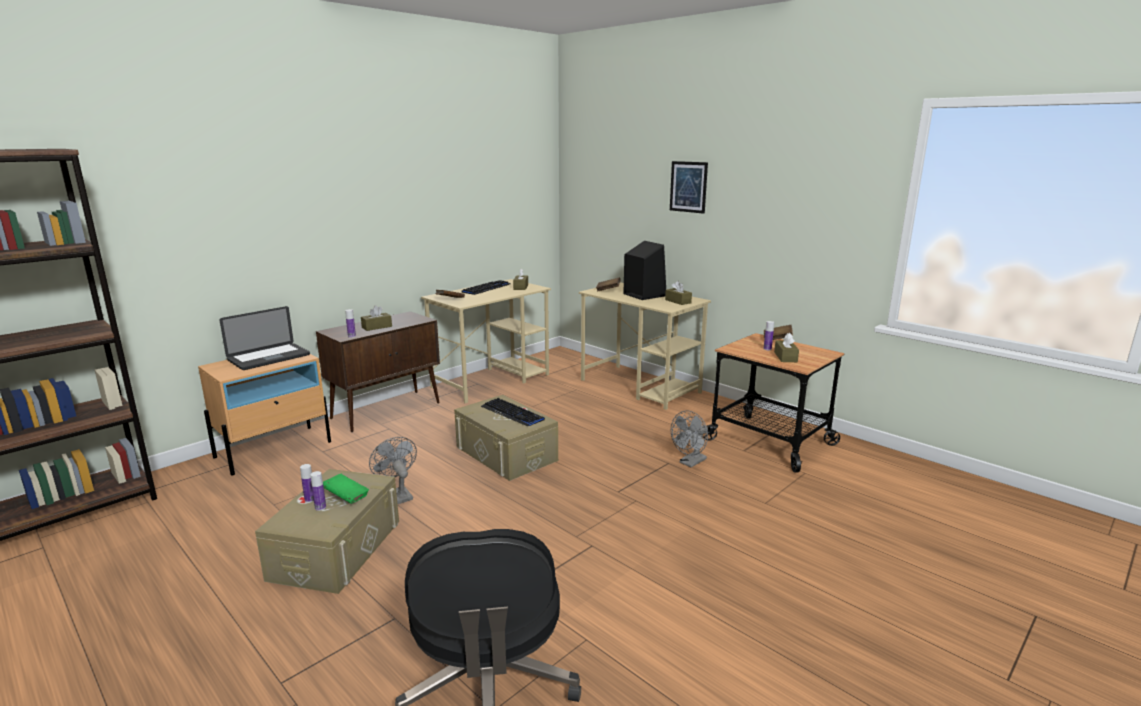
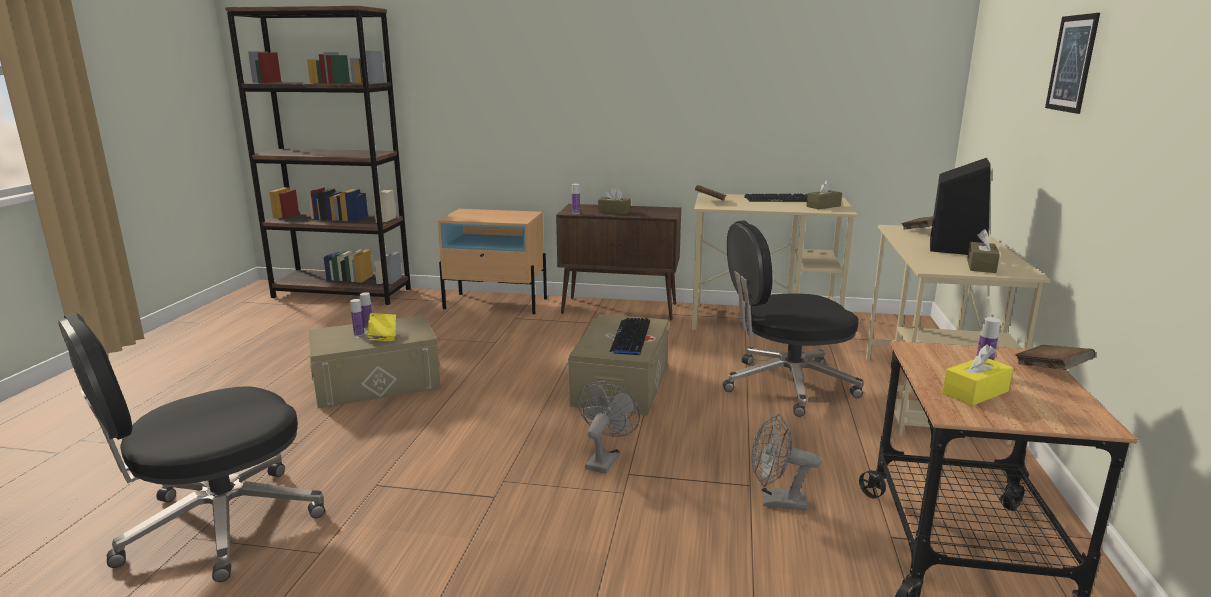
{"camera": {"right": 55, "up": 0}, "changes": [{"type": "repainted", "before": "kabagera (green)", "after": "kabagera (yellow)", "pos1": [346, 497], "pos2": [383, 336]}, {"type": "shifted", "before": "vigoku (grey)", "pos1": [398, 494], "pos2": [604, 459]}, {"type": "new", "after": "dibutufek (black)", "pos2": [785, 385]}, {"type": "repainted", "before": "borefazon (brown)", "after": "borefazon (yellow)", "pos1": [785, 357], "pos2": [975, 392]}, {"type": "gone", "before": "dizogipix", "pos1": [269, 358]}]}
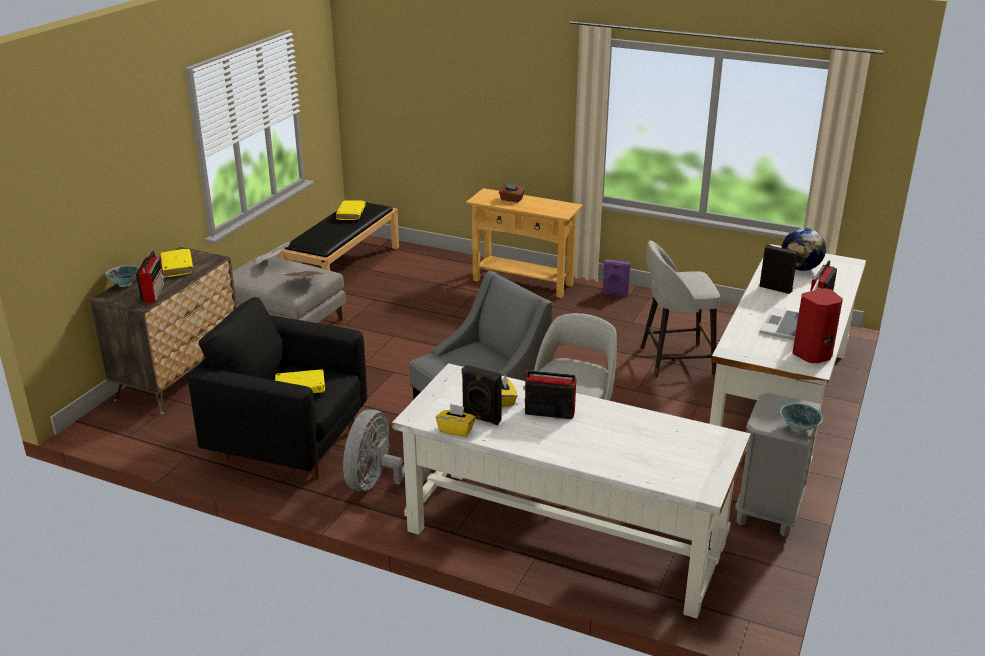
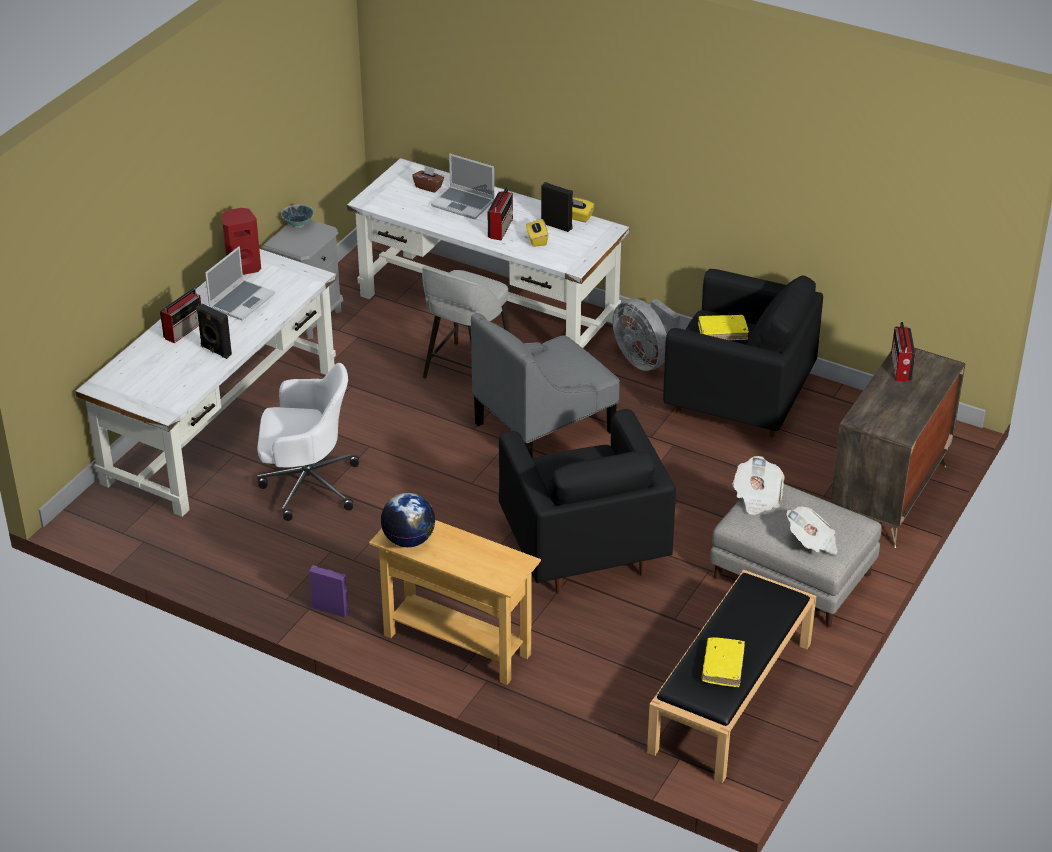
{"camera": {"right": -175, "up": 10}, "changes": [{"type": "swapped", "before": "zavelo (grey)", "after": "dibutufek (white)", "pos1": [674, 361], "pos2": [307, 485]}, {"type": "shifted", "before": "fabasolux", "pos1": [800, 268], "pos2": [409, 540]}, {"type": "shifted", "before": "borefazon (brown)", "pos1": [511, 199], "pos2": [428, 187]}, {"type": "new", "after": "dizogipix", "pos2": [464, 204]}, {"type": "rotated", "before": "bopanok", "pos1": [548, 412], "pos2": [501, 228], "turn": -90}, {"type": "new", "after": "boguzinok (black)", "pos2": [583, 548]}, {"type": "rotated", "before": "vigoku (grey)", "pos1": [380, 483], "pos2": [644, 359], "turn": 120}, {"type": "gone", "before": "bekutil", "pos1": [125, 284]}, {"type": "gone", "before": "kabagera (yellow)", "pos1": [177, 267]}]}
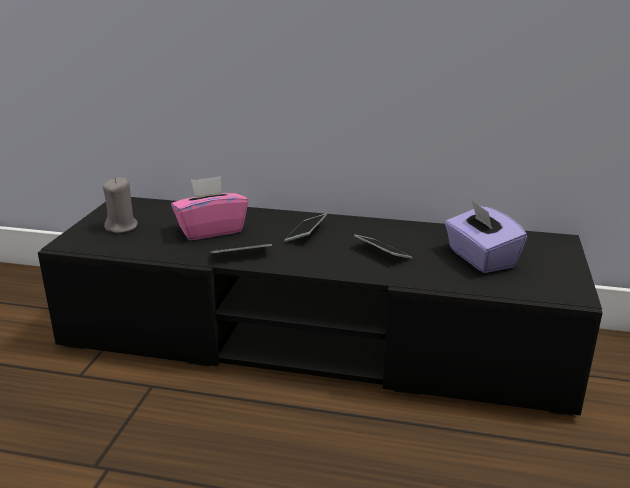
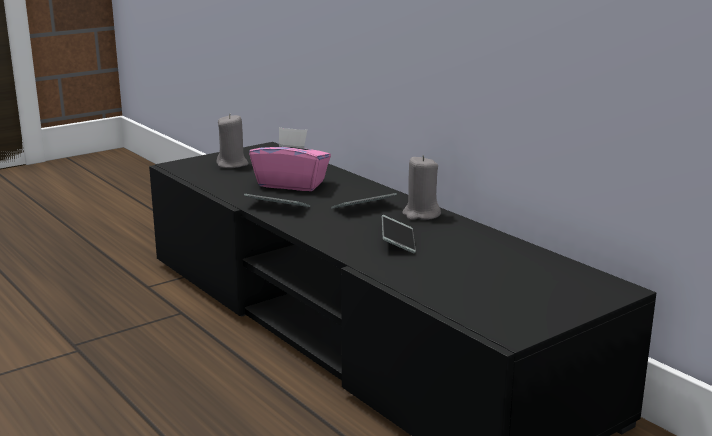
{"camera": {"right": 40, "up": -5}, "changes": [{"type": "new", "after": "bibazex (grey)", "pos2": [421, 214]}, {"type": "gone", "before": "borefazon (purple)", "pos1": [480, 258]}]}
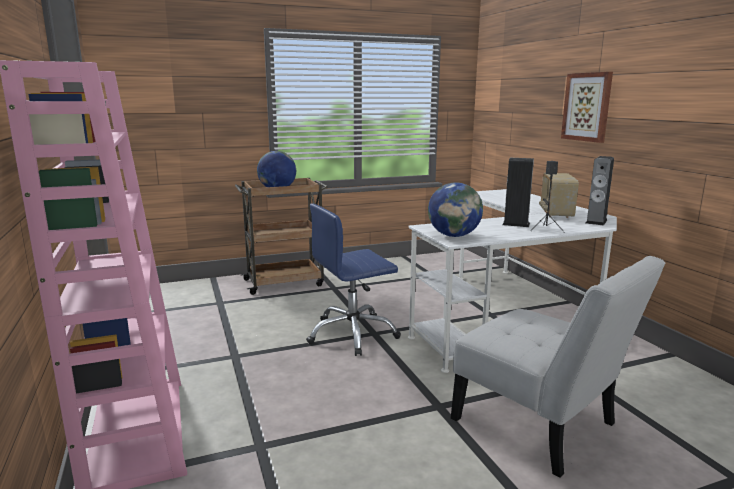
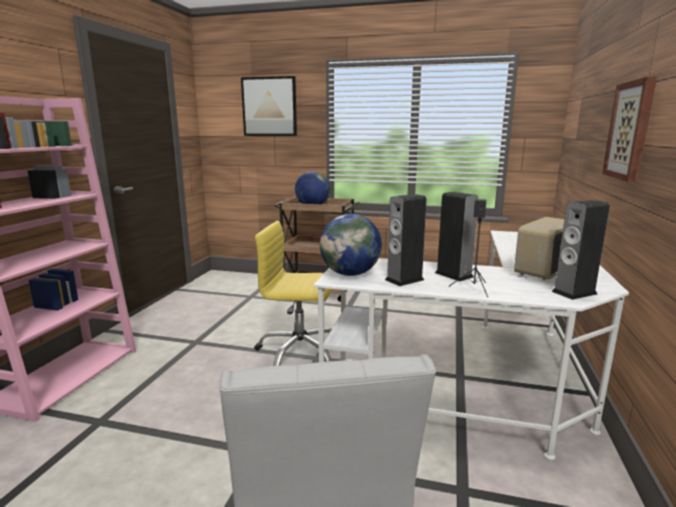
{"camera": {"right": 35, "up": 0}, "changes": [{"type": "new", "after": "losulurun", "pos2": [269, 106]}, {"type": "repainted", "before": "dibutufek (blue)", "after": "dibutufek (yellow)", "pos1": [352, 334], "pos2": [299, 353]}, {"type": "new", "after": "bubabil", "pos2": [404, 280]}]}
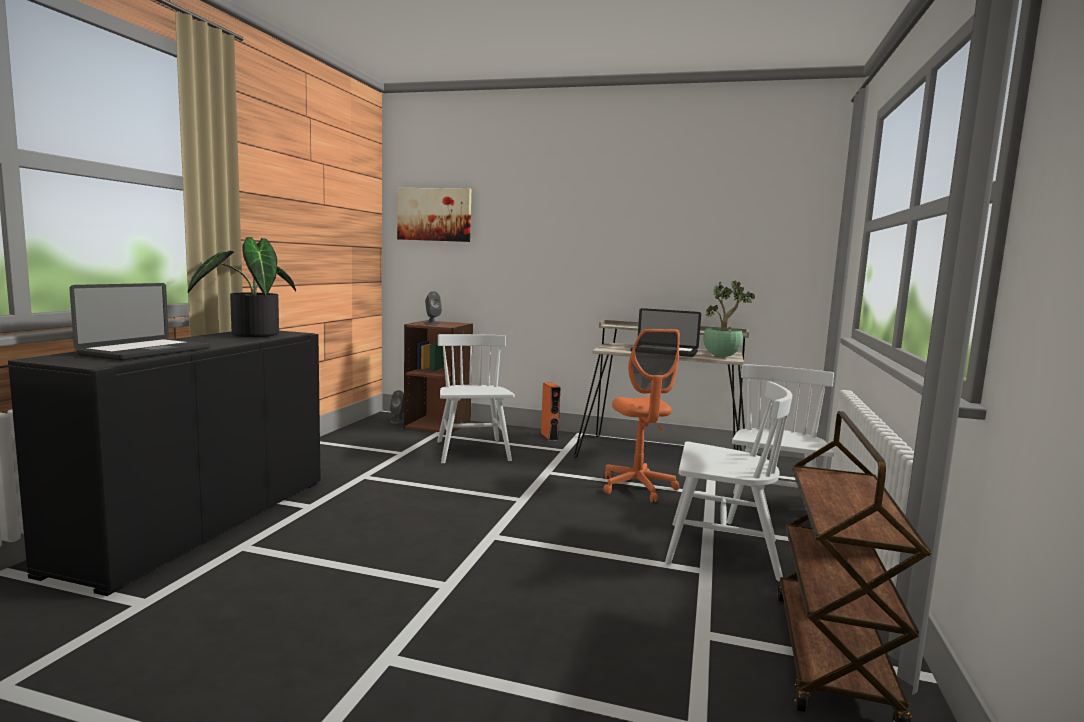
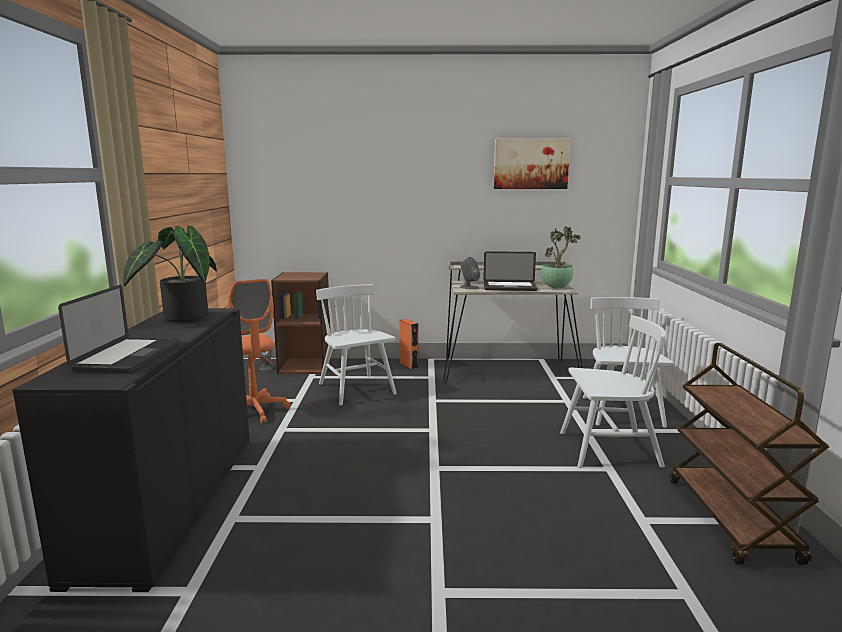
{"camera": {"right": -15, "up": 5}, "changes": [{"type": "shifted", "before": "dibutufek (orange)", "pos1": [637, 487], "pos2": [255, 411]}, {"type": "shifted", "before": "bubabil (grey)", "pos1": [432, 324], "pos2": [469, 287]}, {"type": "shifted", "before": "losulurun", "pos1": [434, 214], "pos2": [531, 164]}]}
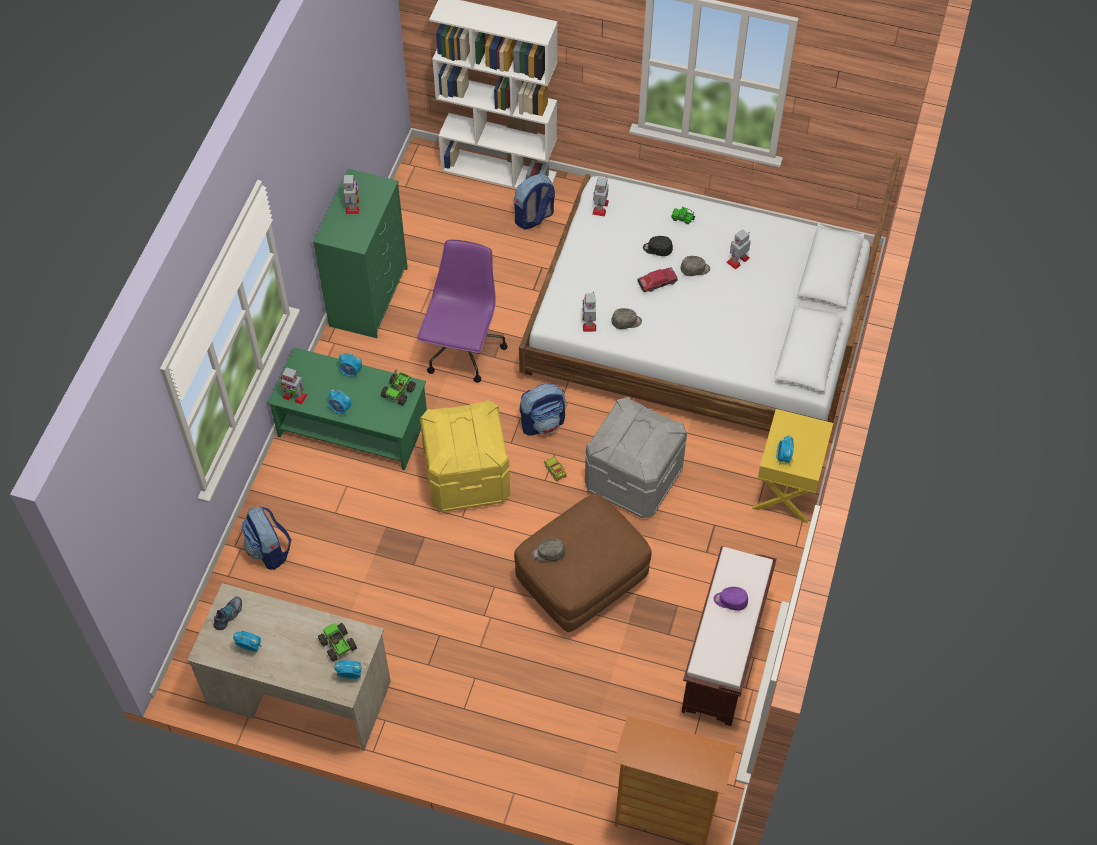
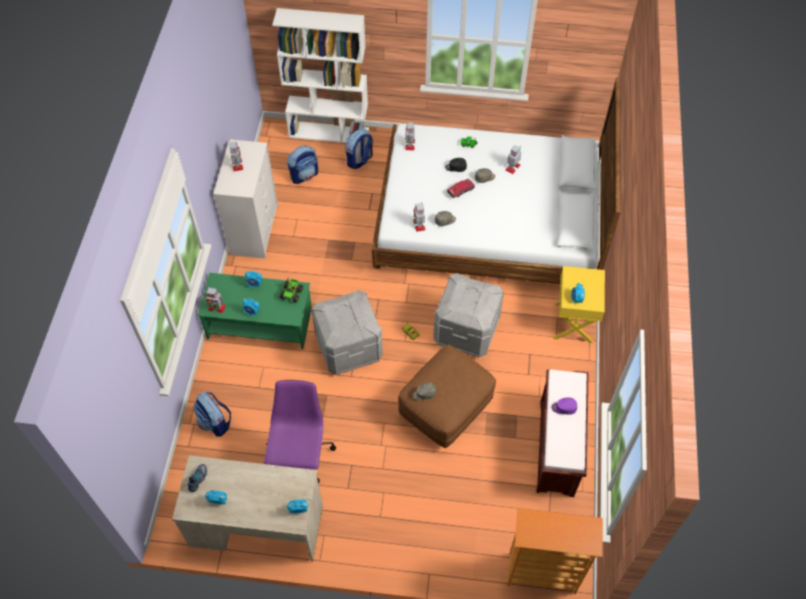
{"camera": {"right": -10, "up": 0}, "changes": [{"type": "repainted", "before": "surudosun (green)", "after": "surudosun (white)", "pos1": [368, 296], "pos2": [254, 230]}, {"type": "shifted", "before": "dibutufek (purple)", "pos1": [462, 351], "pos2": [300, 457]}, {"type": "shifted", "before": "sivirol", "pos1": [543, 423], "pos2": [304, 175]}, {"type": "repainted", "before": "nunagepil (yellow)", "after": "nunagepil (grey)", "pos1": [466, 477], "pos2": [348, 347]}, {"type": "gone", "before": "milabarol", "pos1": [338, 645]}]}
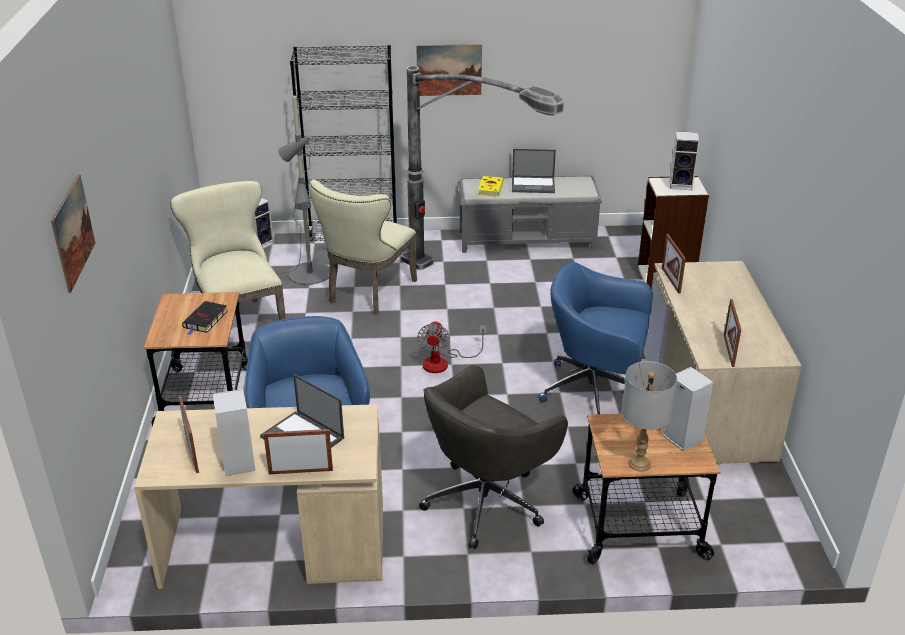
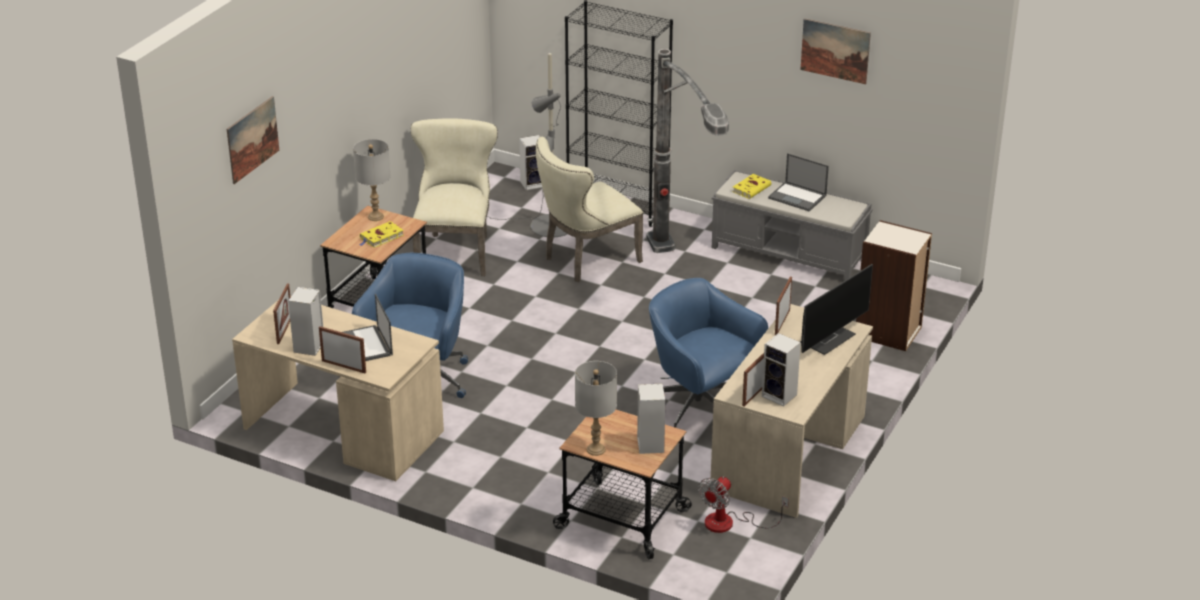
{"camera": {"right": 30, "up": 0}, "changes": [{"type": "new", "after": "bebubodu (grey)", "pos2": [376, 216]}, {"type": "repainted", "before": "kabagera (black)", "after": "kabagera (yellow)", "pos1": [205, 320], "pos2": [381, 237]}, {"type": "shifted", "before": "vigoku", "pos1": [443, 362], "pos2": [729, 523]}, {"type": "shifted", "before": "bubabil", "pos1": [681, 185], "pos2": [780, 396]}, {"type": "shifted", "before": "losulurun", "pos1": [449, 70], "pos2": [835, 51]}, {"type": "new", "after": "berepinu", "pos2": [828, 339]}, {"type": "gone", "before": "dibutufek (grey)", "pos1": [487, 501]}]}
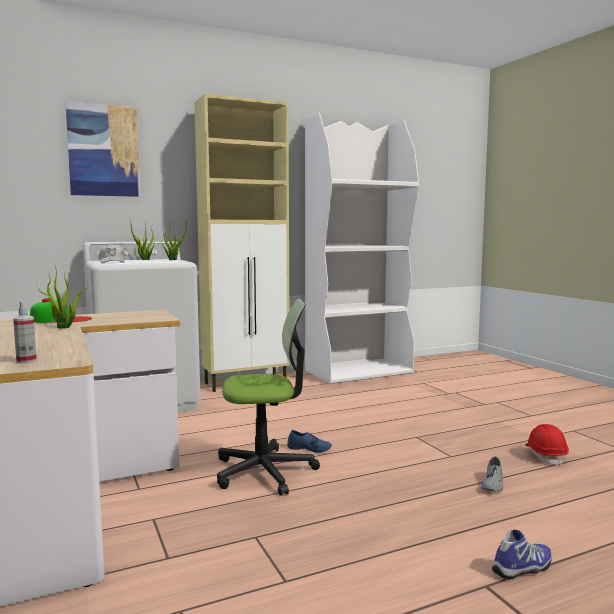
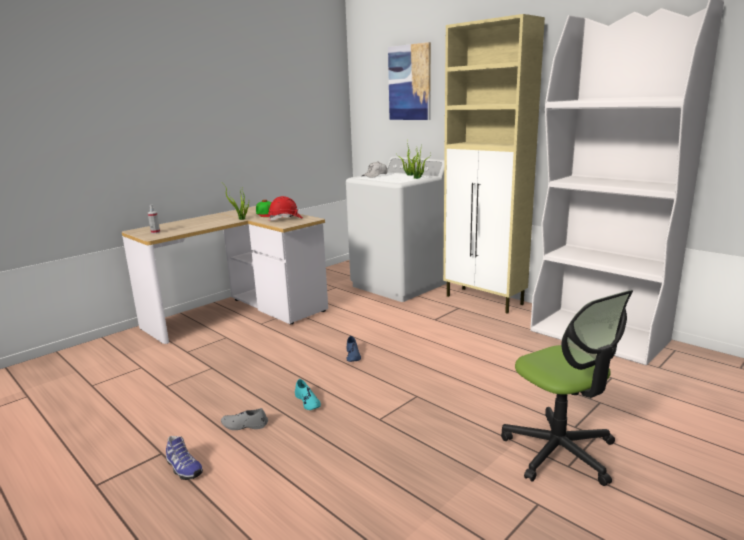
{"camera": {"right": 70, "up": 10}, "changes": [{"type": "shifted", "before": "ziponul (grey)", "pos1": [493, 484], "pos2": [244, 425]}, {"type": "shifted", "before": "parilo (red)", "pos1": [545, 456], "pos2": [285, 219]}, {"type": "new", "after": "ziponul (turquoise)", "pos2": [308, 401]}, {"type": "shifted", "before": "dibutufek", "pos1": [265, 471], "pos2": [559, 451]}]}
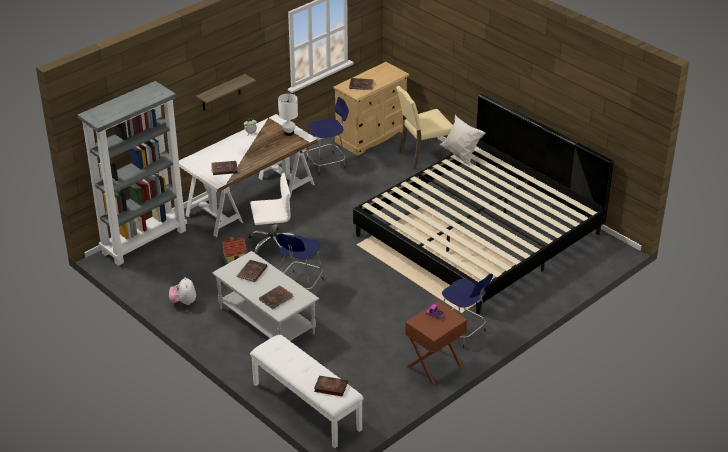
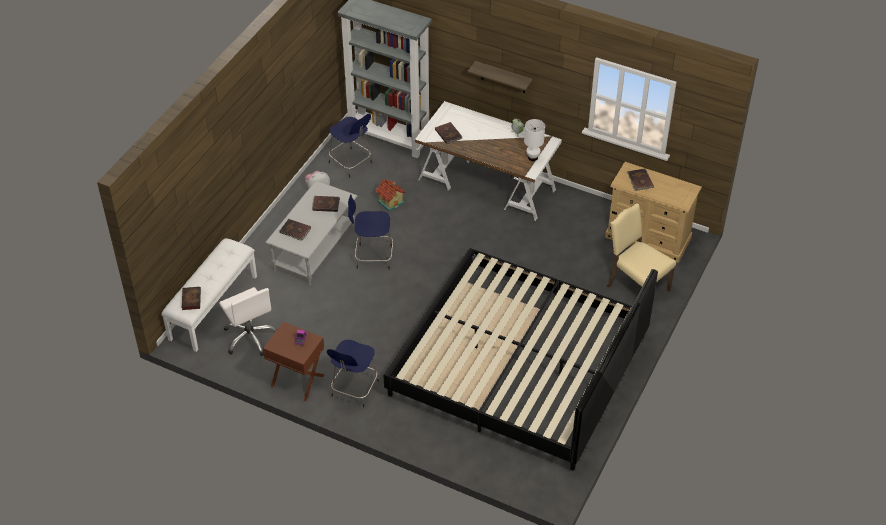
{"camera": {"right": 70, "up": 10}, "changes": [{"type": "shifted", "before": "dibutufek (white)", "pos1": [273, 244], "pos2": [250, 337]}, {"type": "shifted", "before": "zavelo (blue)", "pos1": [327, 164], "pos2": [351, 163]}, {"type": "gone", "before": "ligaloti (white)", "pos1": [460, 156]}]}
